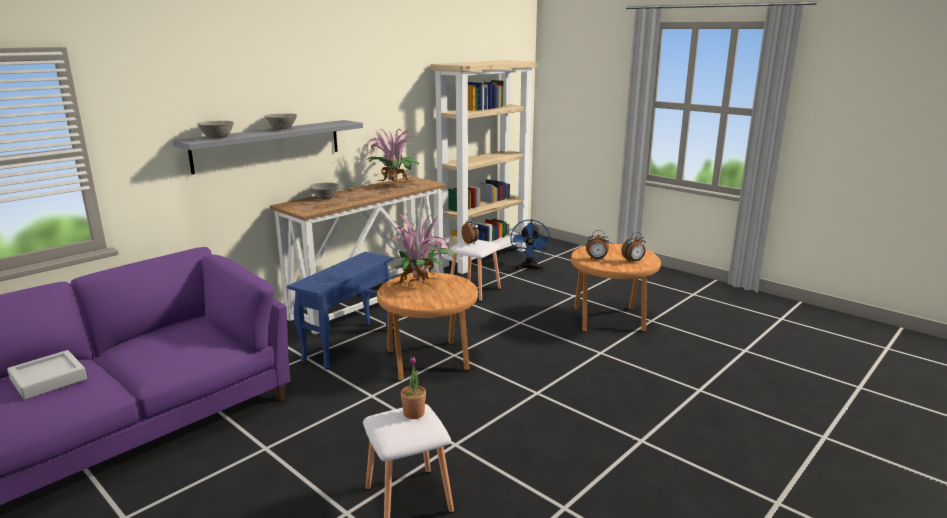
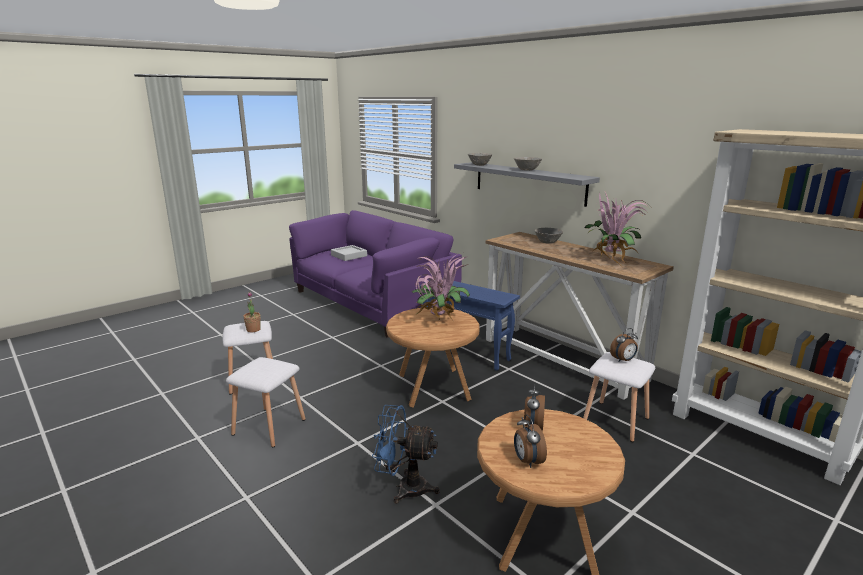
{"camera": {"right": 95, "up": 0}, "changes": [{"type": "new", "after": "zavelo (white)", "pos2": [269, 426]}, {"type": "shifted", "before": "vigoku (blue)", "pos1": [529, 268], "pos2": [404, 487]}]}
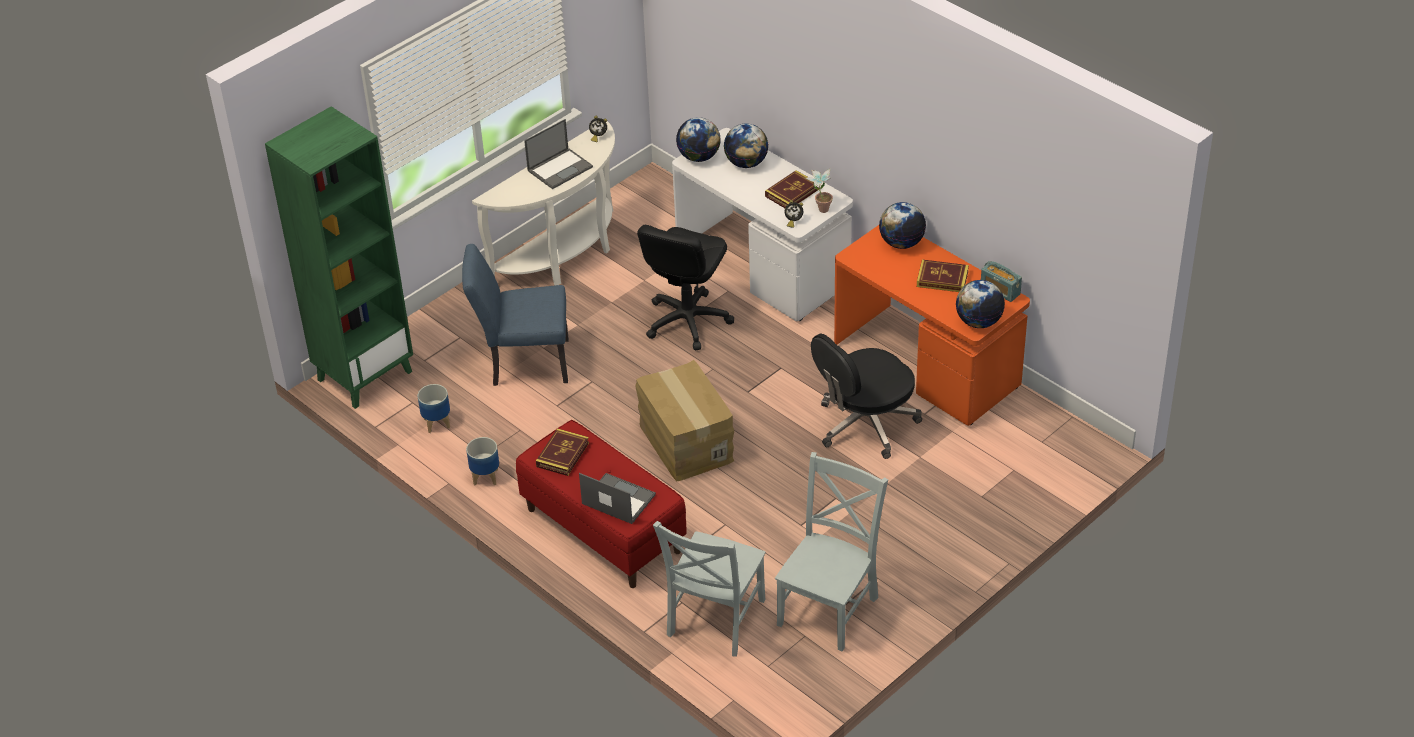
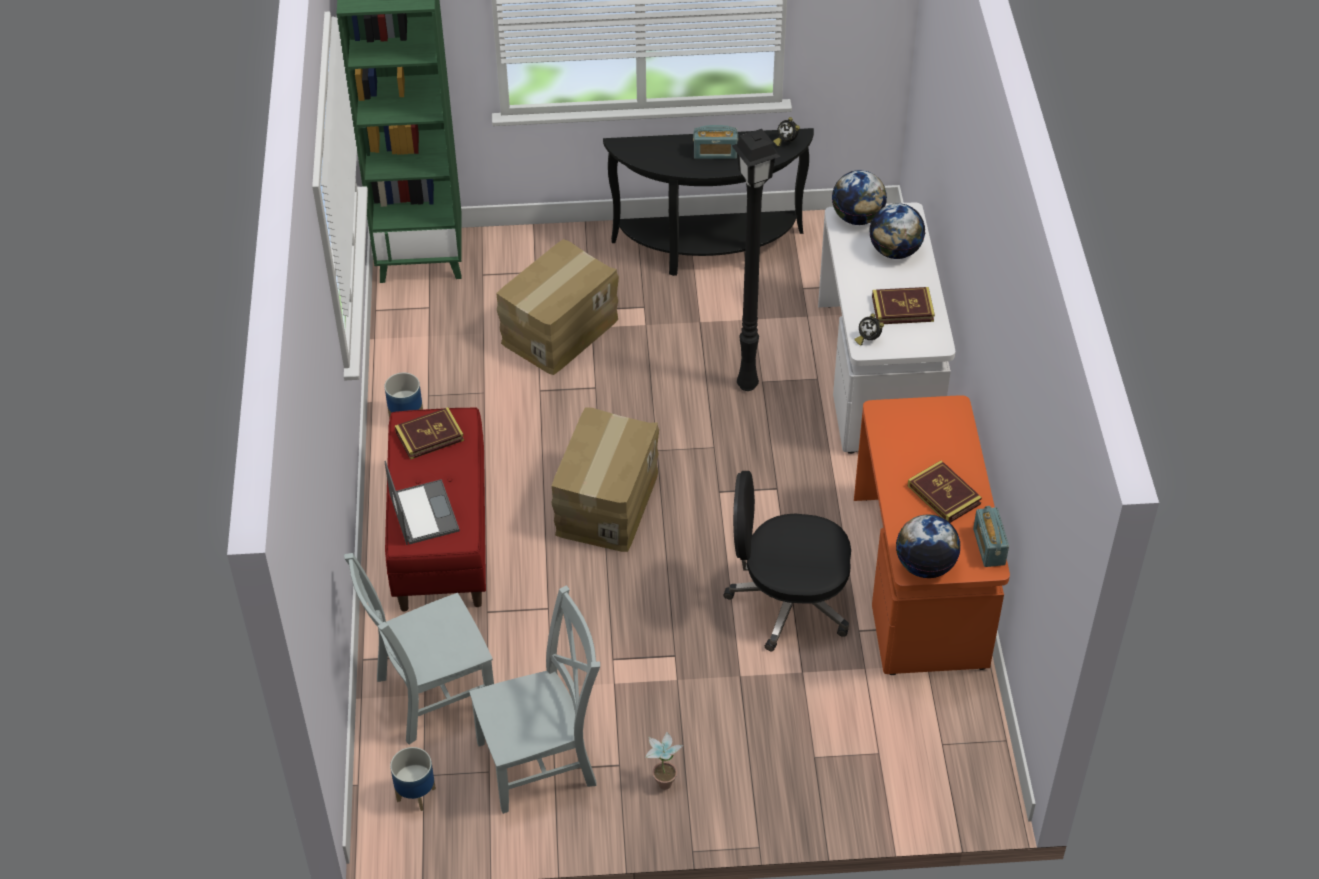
{"camera": {"right": 40, "up": 5}, "changes": [{"type": "shifted", "before": "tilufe", "pos1": [437, 423], "pos2": [416, 794]}, {"type": "swapped", "before": "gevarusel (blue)", "after": "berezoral", "pos1": [523, 362], "pos2": [559, 330]}, {"type": "repainted", "before": "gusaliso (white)", "after": "gusaliso (black)", "pos1": [564, 257], "pos2": [709, 252]}, {"type": "shifted", "before": "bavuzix", "pos1": [820, 208], "pos2": [664, 779]}, {"type": "swapped", "before": "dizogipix", "after": "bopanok", "pos1": [560, 168], "pos2": [715, 153]}, {"type": "swapped", "before": "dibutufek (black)", "after": "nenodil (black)", "pos1": [687, 321], "pos2": [745, 384]}, {"type": "gone", "before": "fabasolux", "pos1": [901, 243]}]}
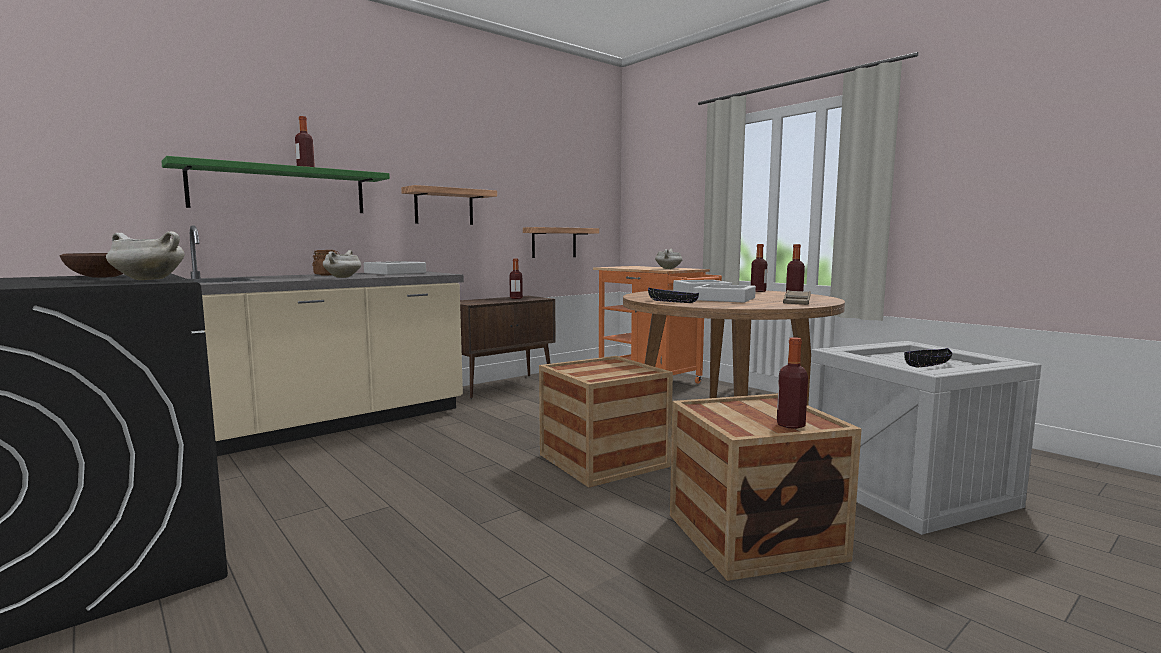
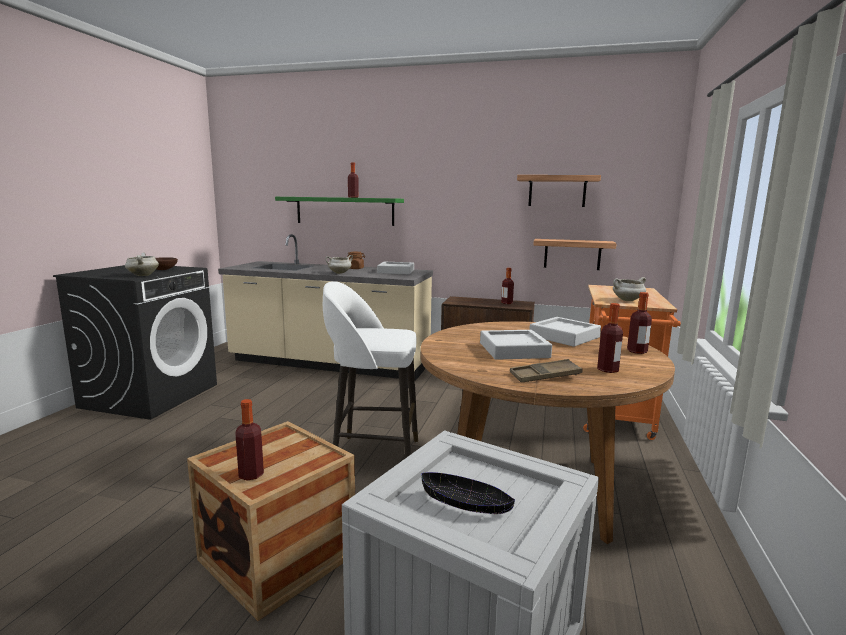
{"camera": {"right": 55, "up": 5}, "changes": [{"type": "swapped", "before": "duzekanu", "after": "zavelo (white)", "pos1": [603, 460], "pos2": [373, 456]}, {"type": "shifted", "before": "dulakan", "pos1": [444, 207], "pos2": [557, 191]}, {"type": "gone", "before": "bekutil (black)", "pos1": [672, 302]}]}
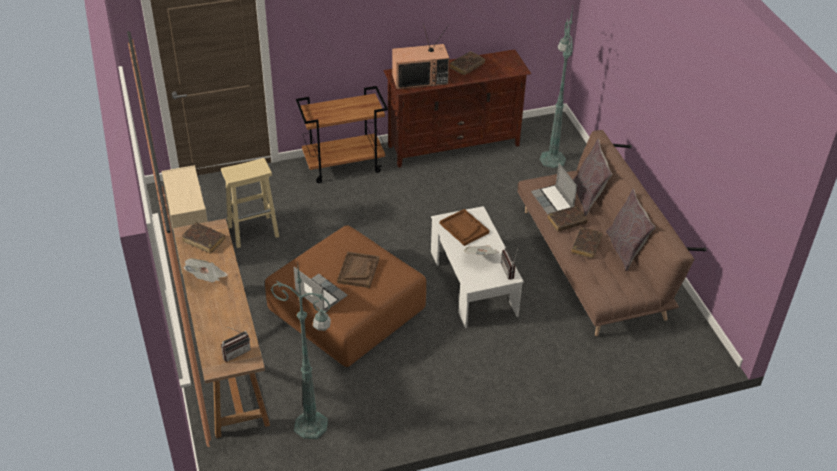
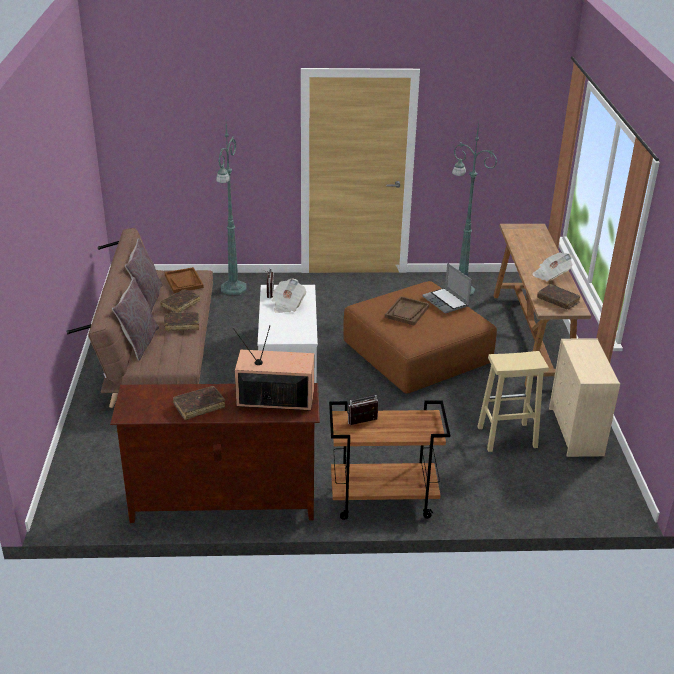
{"camera": {"right": -165, "up": -10}, "changes": [{"type": "shifted", "before": "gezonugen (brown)", "pos1": [464, 228], "pos2": [184, 281]}, {"type": "shifted", "before": "nenodil (green)", "pos1": [552, 158], "pos2": [233, 289]}, {"type": "shifted", "before": "bopanok", "pos1": [235, 352], "pos2": [363, 423]}, {"type": "gone", "before": "dizogipix", "pos1": [553, 201]}]}
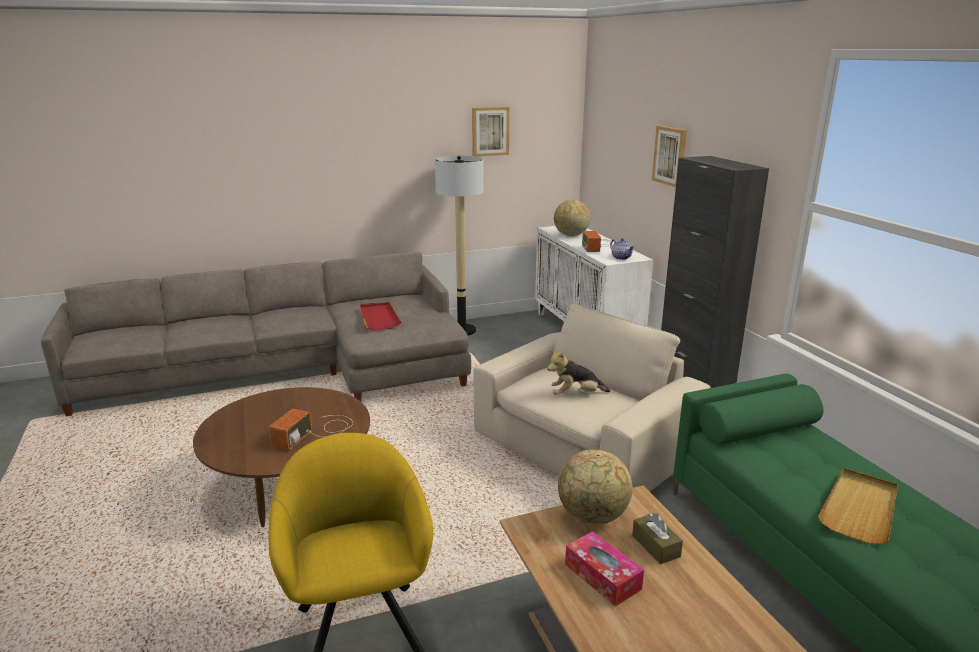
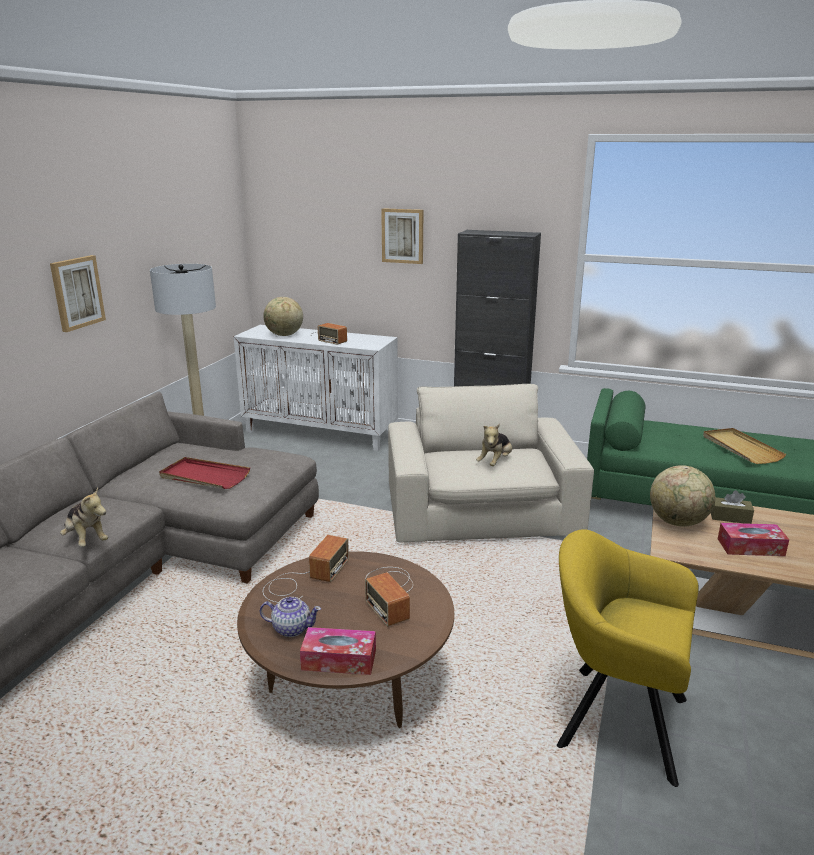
{"camera": {"right": -50, "up": 0}, "changes": [{"type": "shifted", "before": "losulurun", "pos1": [490, 131], "pos2": [77, 292]}, {"type": "new", "after": "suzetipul", "pos2": [86, 540]}, {"type": "shifted", "before": "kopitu", "pos1": [621, 257], "pos2": [291, 628]}, {"type": "new", "after": "bopanok", "pos2": [304, 579]}, {"type": "new", "after": "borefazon", "pos2": [339, 660]}]}
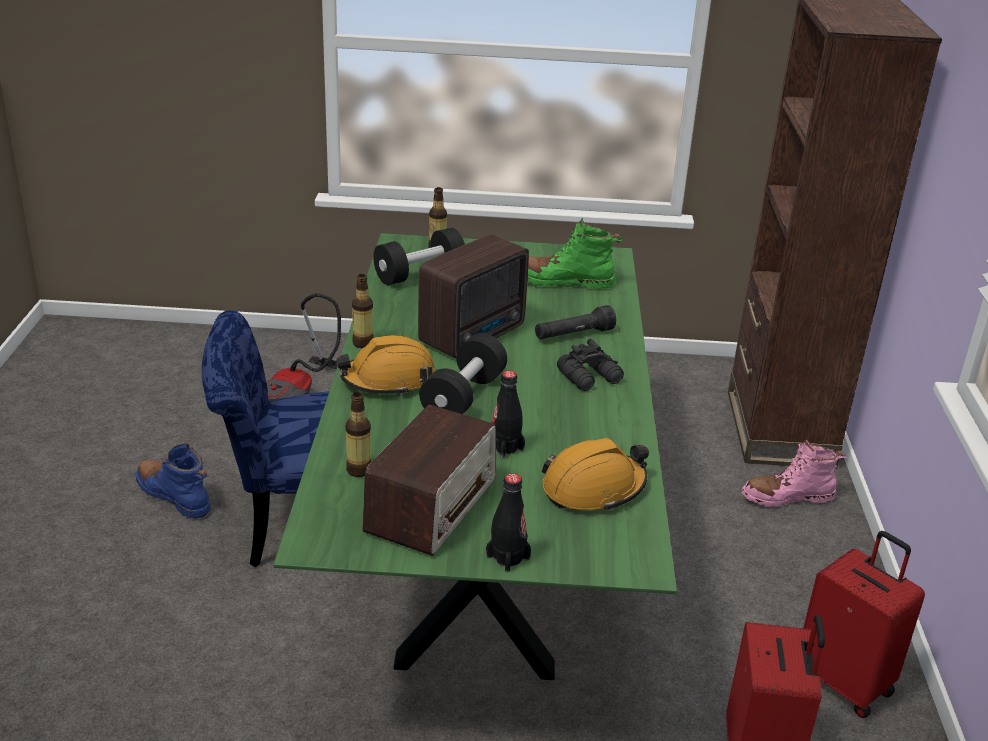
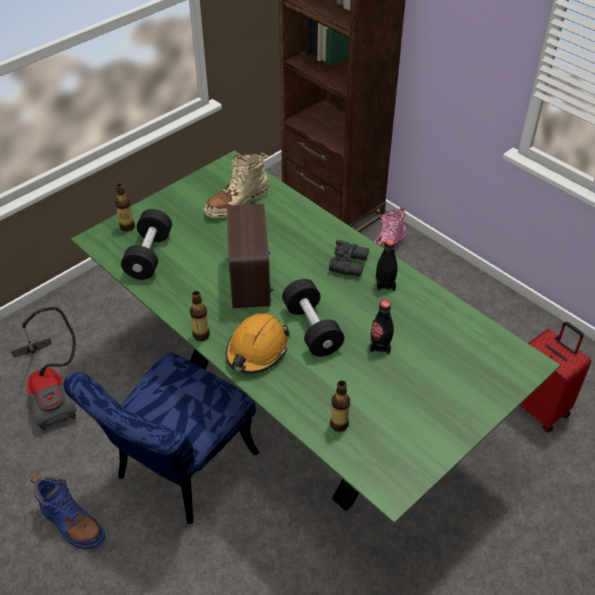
{"camera": {"right": -45, "up": 15}, "changes": [{"type": "rotated", "before": "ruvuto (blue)", "pos1": [174, 496], "pos2": [72, 524], "turn": -135}, {"type": "repainted", "before": "ruvuto (green)", "after": "ruvuto (beige)", "pos1": [563, 281], "pos2": [237, 202]}, {"type": "shifted", "before": "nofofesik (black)", "pos1": [507, 557], "pos2": [385, 284]}, {"type": "gone", "before": "bopanok", "pos1": [432, 505]}, {"type": "gone", "before": "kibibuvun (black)", "pos1": [573, 335]}, {"type": "gone", "before": "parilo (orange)", "pos1": [593, 488]}, {"type": "gone", "before": "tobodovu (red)", "pos1": [845, 682]}]}
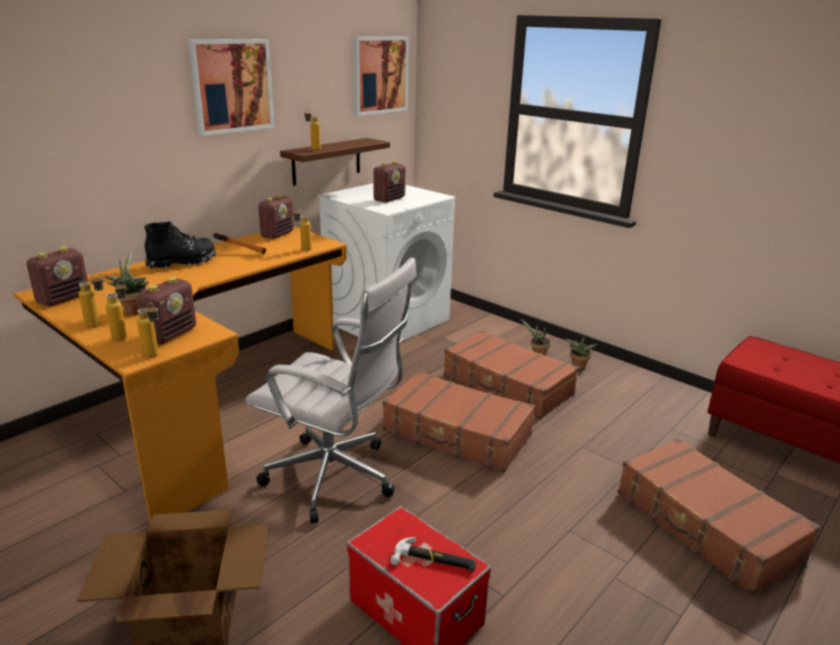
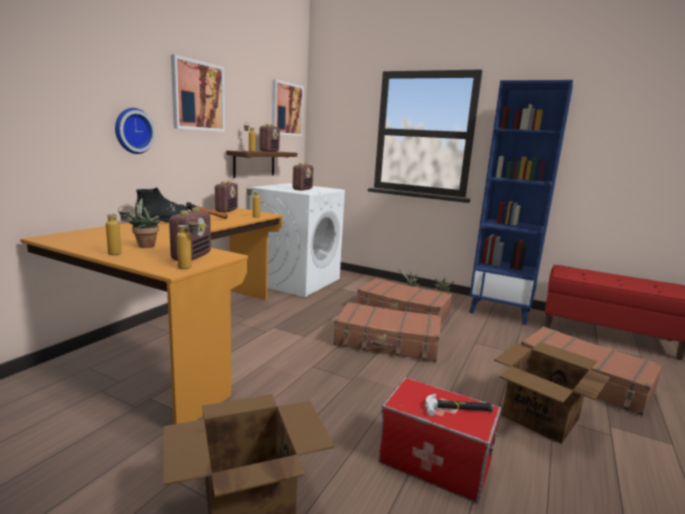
{"camera": {"right": -15, "up": -10}, "changes": [{"type": "new", "after": "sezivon", "pos2": [132, 131]}, {"type": "shifted", "before": "bopanok", "pos1": [64, 298], "pos2": [269, 151]}, {"type": "new", "after": "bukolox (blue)", "pos2": [500, 311]}, {"type": "new", "after": "berezoral", "pos2": [539, 417]}, {"type": "gone", "before": "nofofesik", "pos1": [123, 336]}, {"type": "gone", "before": "dibutufek (white)", "pos1": [336, 479]}]}
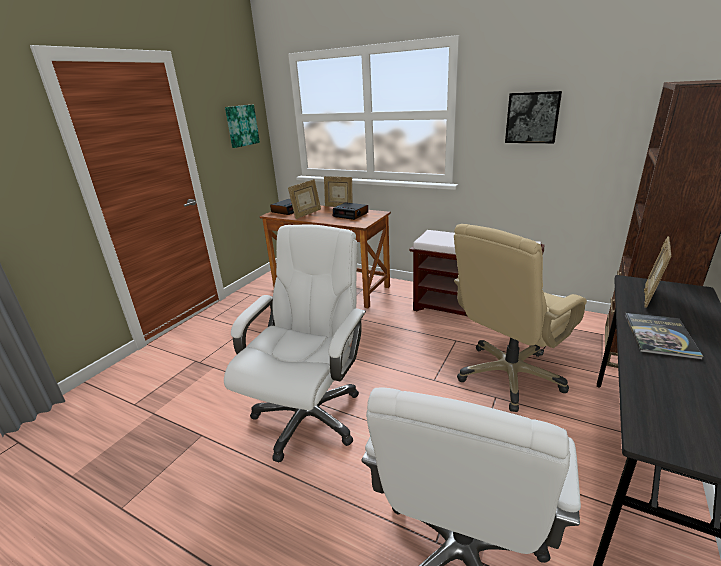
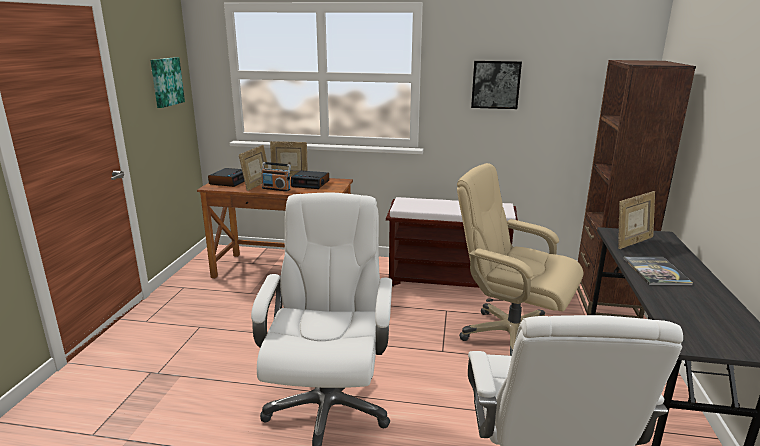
{"camera": {"right": -20, "up": -5}, "changes": [{"type": "new", "after": "bopanok", "pos2": [276, 189]}, {"type": "rotated", "before": "dibutufek (beige)", "pos1": [509, 376], "pos2": [511, 337], "turn": 90}, {"type": "rotated", "before": "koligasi", "pos1": [649, 296], "pos2": [632, 243], "turn": -135}]}
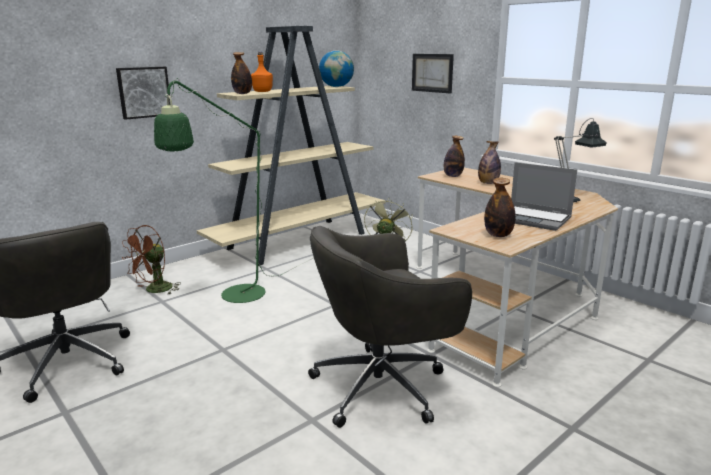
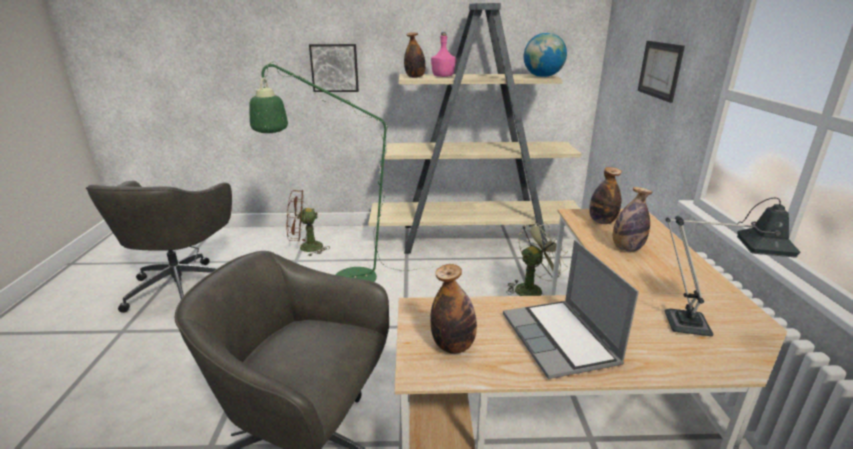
{"camera": {"right": 40, "up": 5}, "changes": [{"type": "repainted", "before": "nofofesik (orange)", "after": "nofofesik (pink)", "pos1": [262, 91], "pos2": [443, 76]}]}
